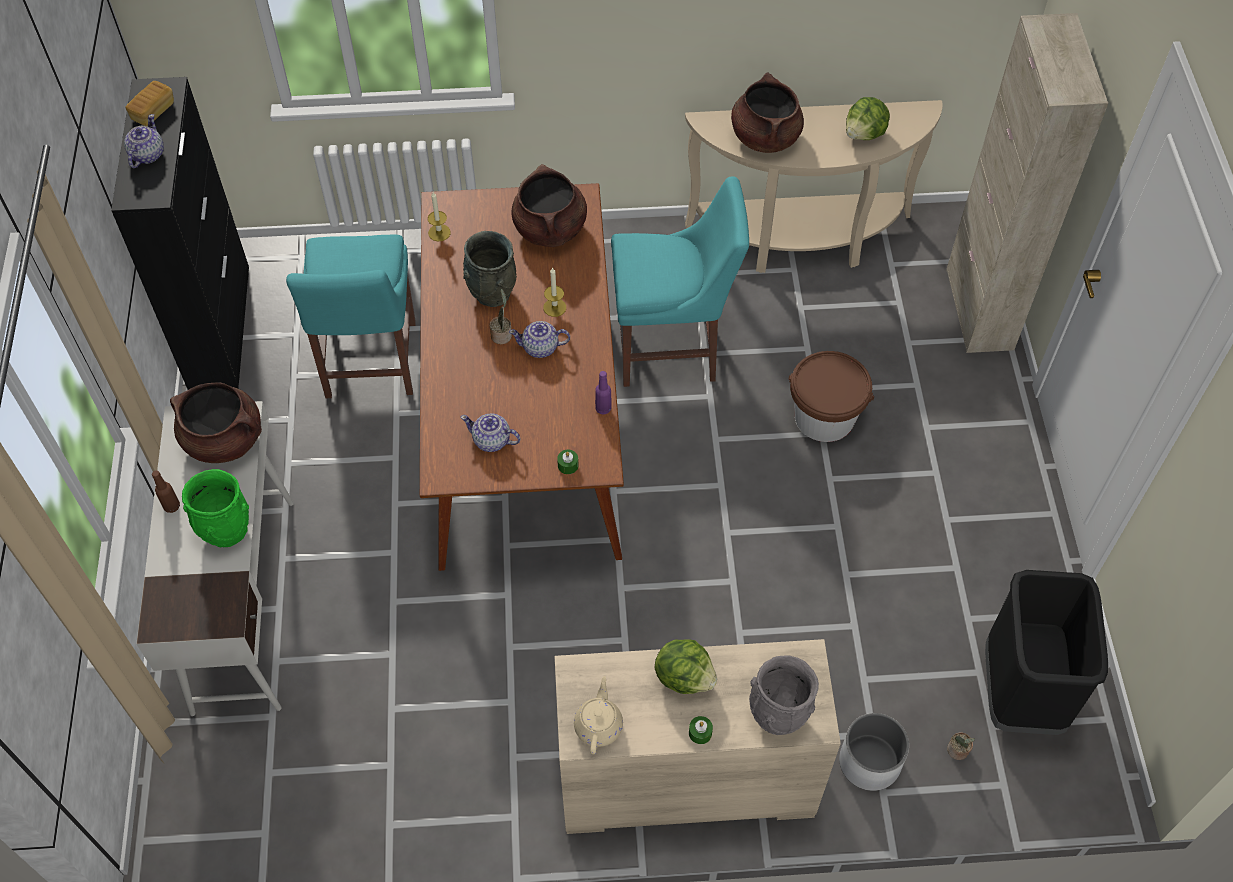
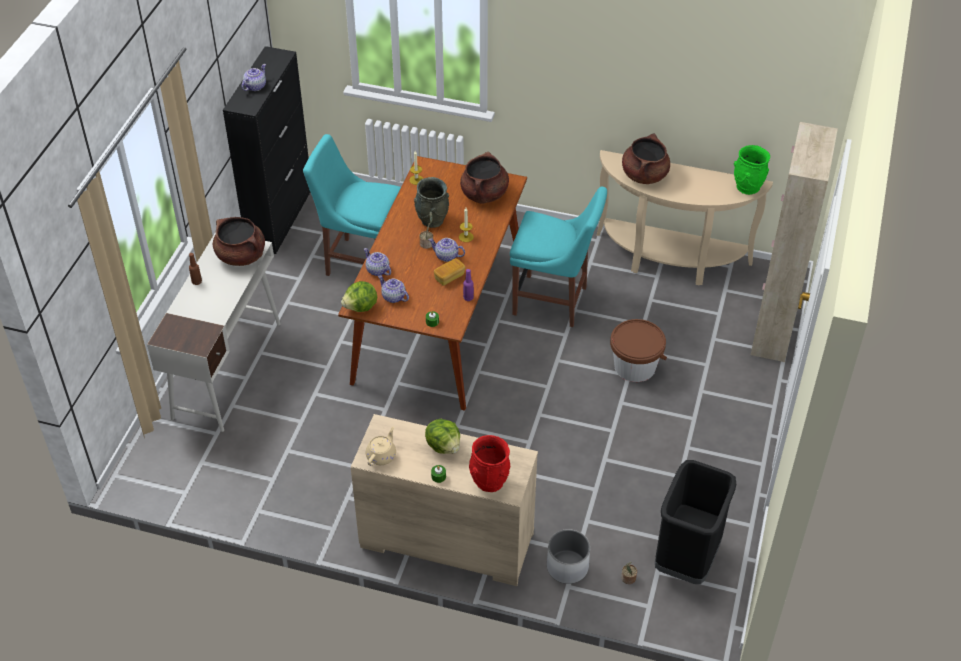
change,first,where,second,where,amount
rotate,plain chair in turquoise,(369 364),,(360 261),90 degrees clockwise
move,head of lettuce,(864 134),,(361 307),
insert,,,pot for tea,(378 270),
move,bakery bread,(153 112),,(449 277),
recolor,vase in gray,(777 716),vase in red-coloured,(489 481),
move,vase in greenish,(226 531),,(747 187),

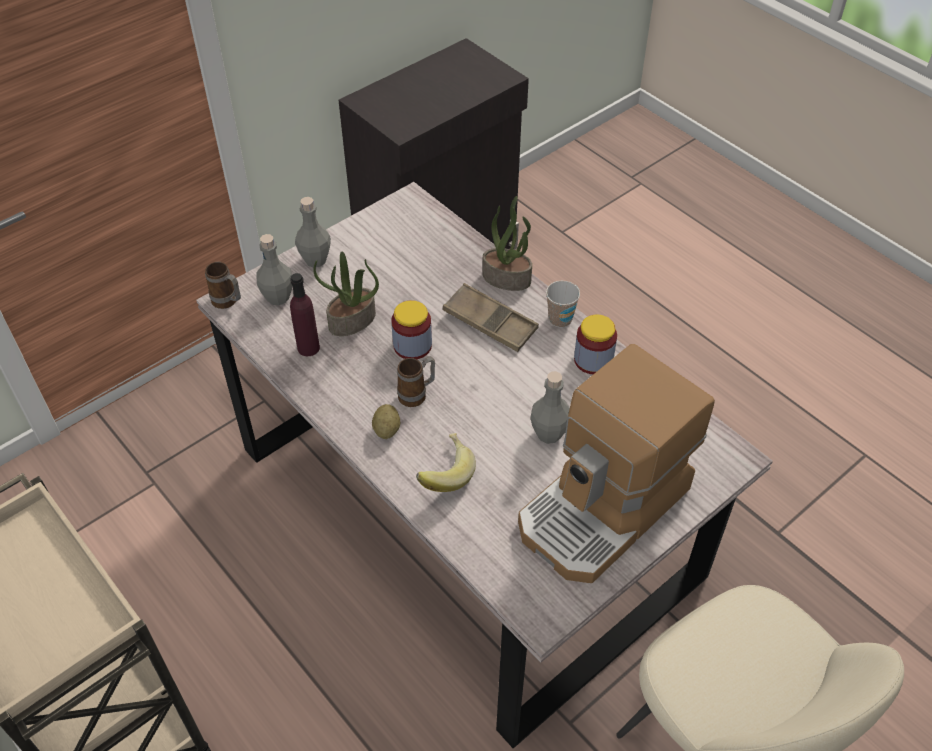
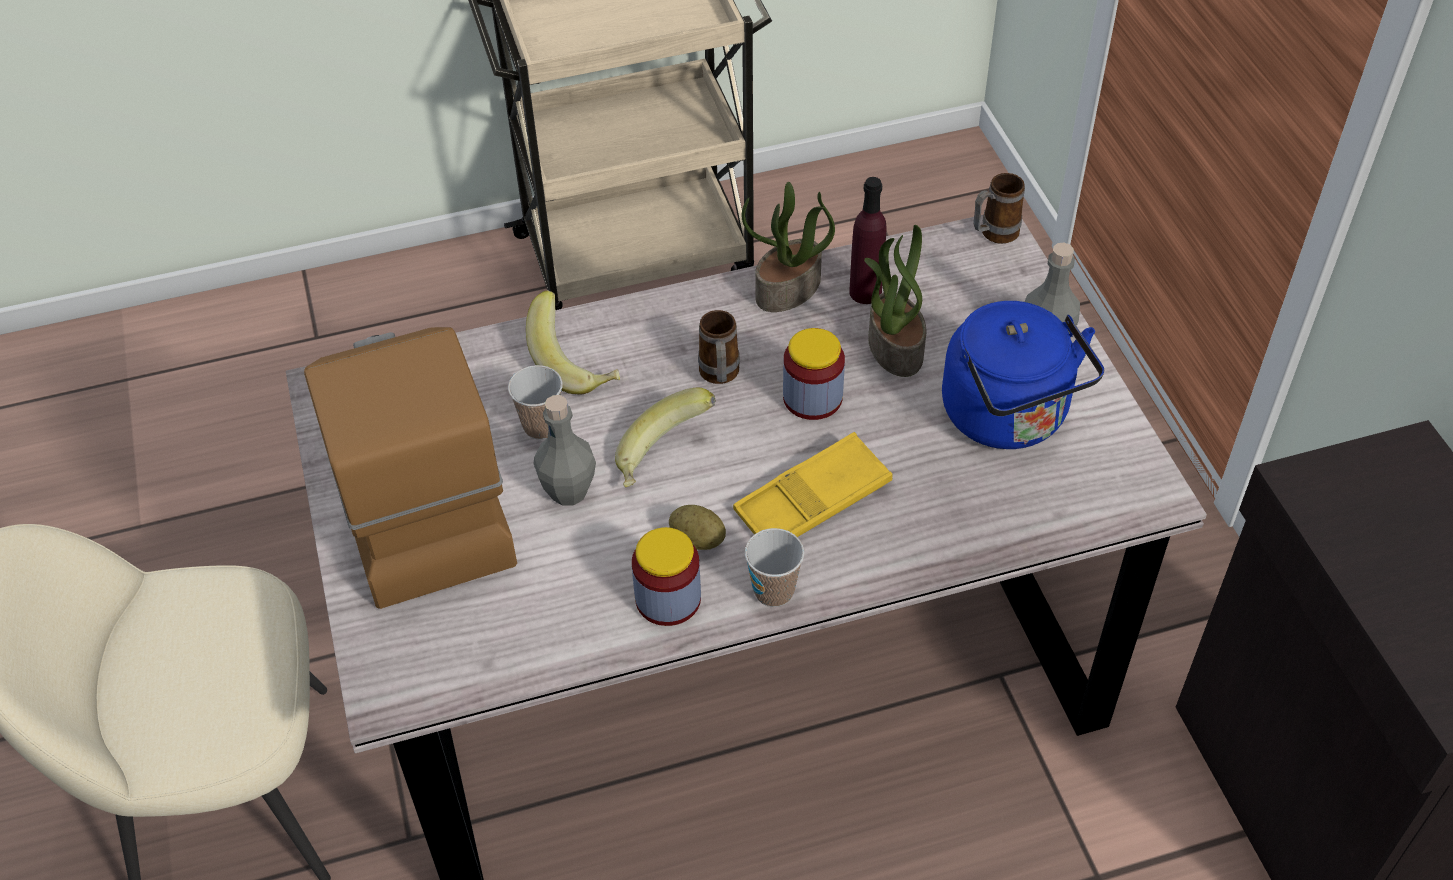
change,first,where,second,where,amount
insert,,,drinking cup,(541 426),
insert,,,whole banana,(665 459),
move,whole potato,(387 429),,(697 540),
recolor,serving tray in brownish,(490 322),serving tray in yellow-coloured,(812 500),
move,potted plant,(507 278),,(788 290),
insert,,,kettle in bluish,(1009 418),
delete,beverage bottle in gray,(278 297),,,

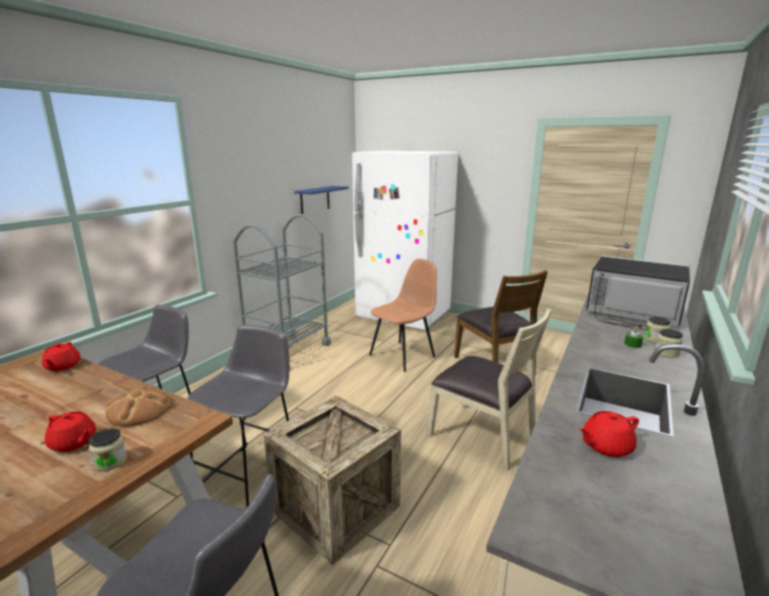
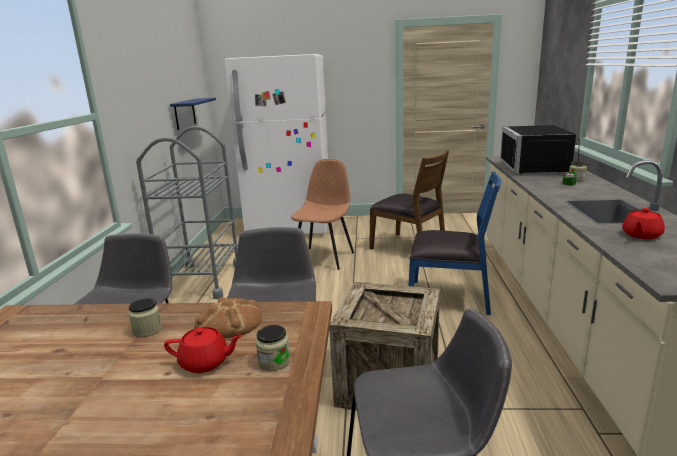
change,first,where,second,where,amount
move,jar,(666 353),,(147 330),
recolor,plain chair in beige,(483 435),plain chair in bluish,(450 297),
rotate,kitchen microwave in blackish,(631 313),,(539 168),90 degrees counterclockwise
delete,pot for tea in red-coloured,(62 366),,,

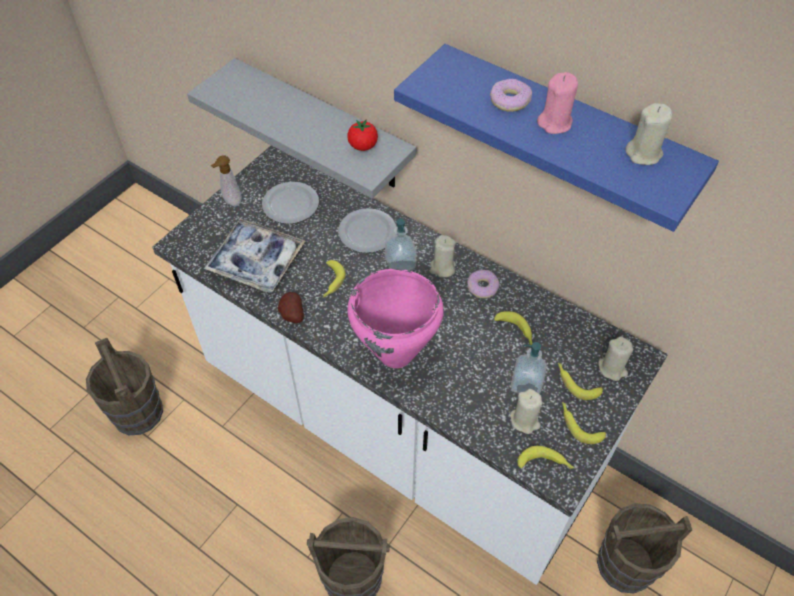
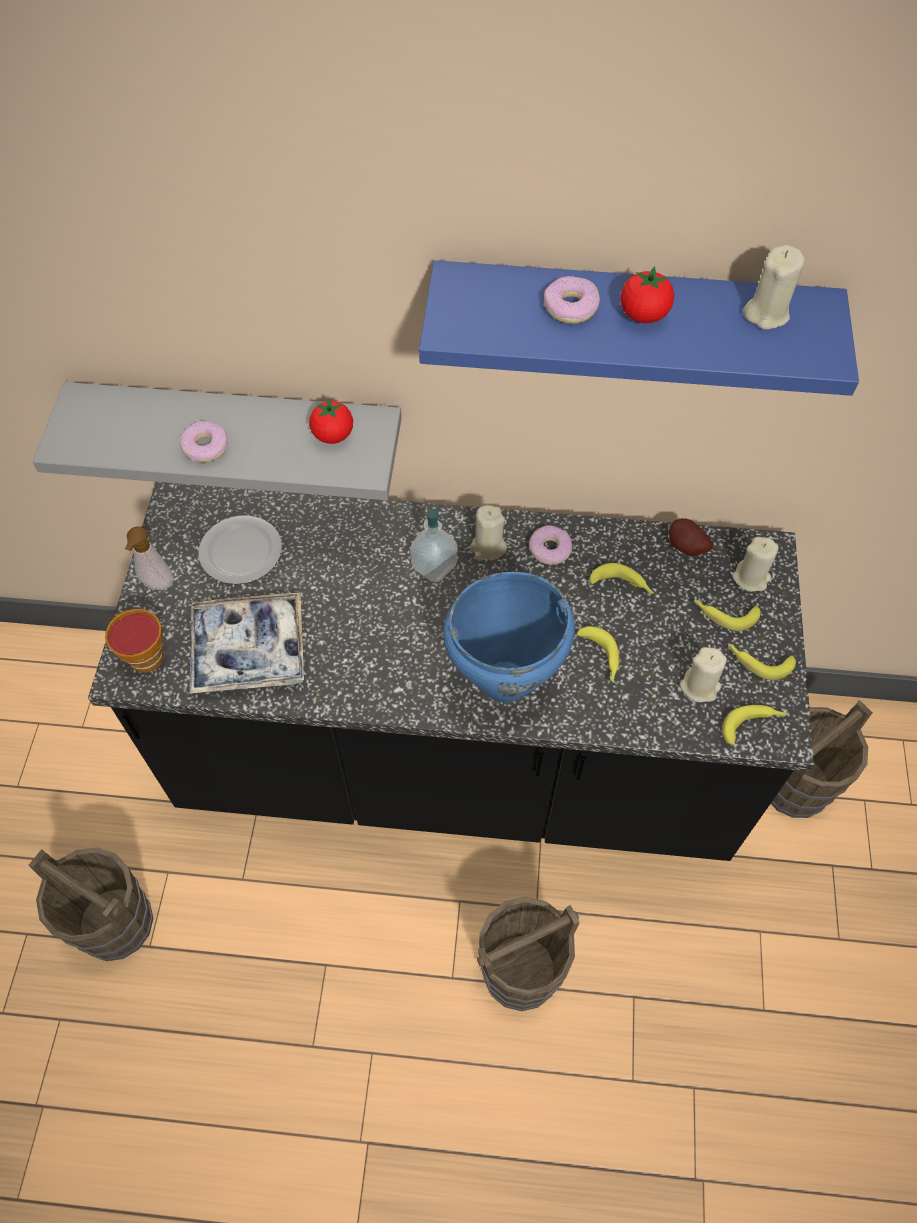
change,first,where,second,where,amount
recolor,counter in white,(397 424),counter in blackish,(458 761),
insert,,,drinking cup,(143 654),
insert,,,donut,(205 447),
recolor,cooking pot in pink,(396 354),cooking pot in bluish,(506 683),
move,whole banana,(331 282),,(600 658),
replace,wax light in pink,(555 123),tomato,(643 315),
move,whole potato,(291 315),,(685 548),
delete,plate,(368 231),,,
delete,liquid soap bottle,(526 384),,,

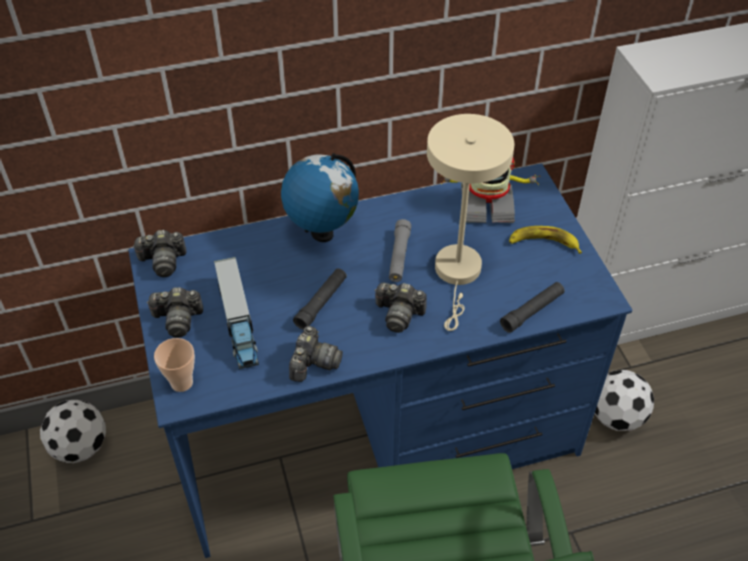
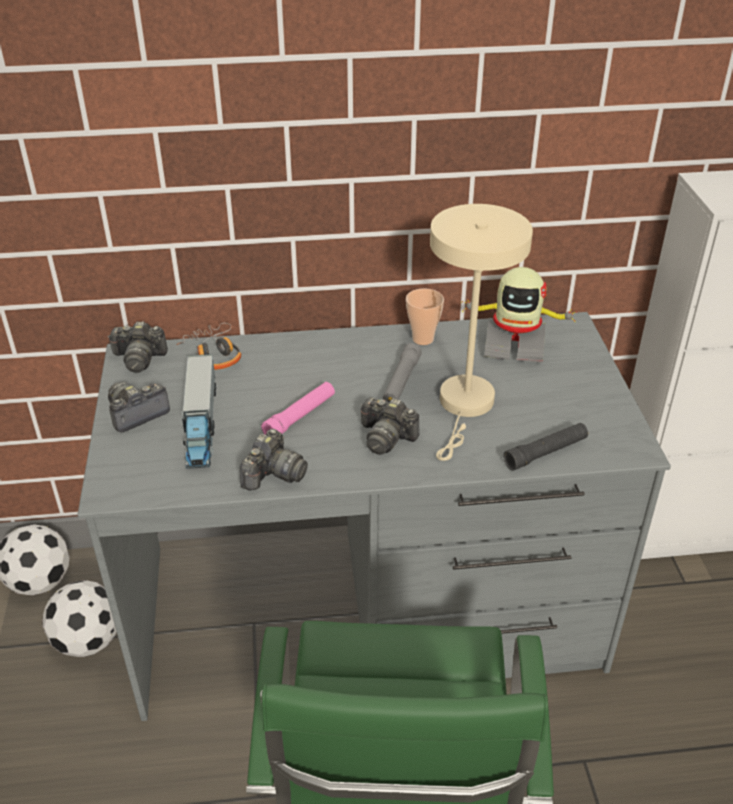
change,first,where,second,where,amount
move,football ball,(617 416),,(89 640),
recolor,desk table in bluish,(375 429),desk table in gray,(368 609),
rotate,photo camera,(178 319),,(136 414),135 degrees clockwise
insert,,,headphones,(214 354),
recolor,flashlight in blackish,(321 303),flashlight in pink,(300 416),
move,drinking cup,(181 383),,(423 339),
delete,desk globe,(322 233),,,
delete,whole banana,(543 243),,,

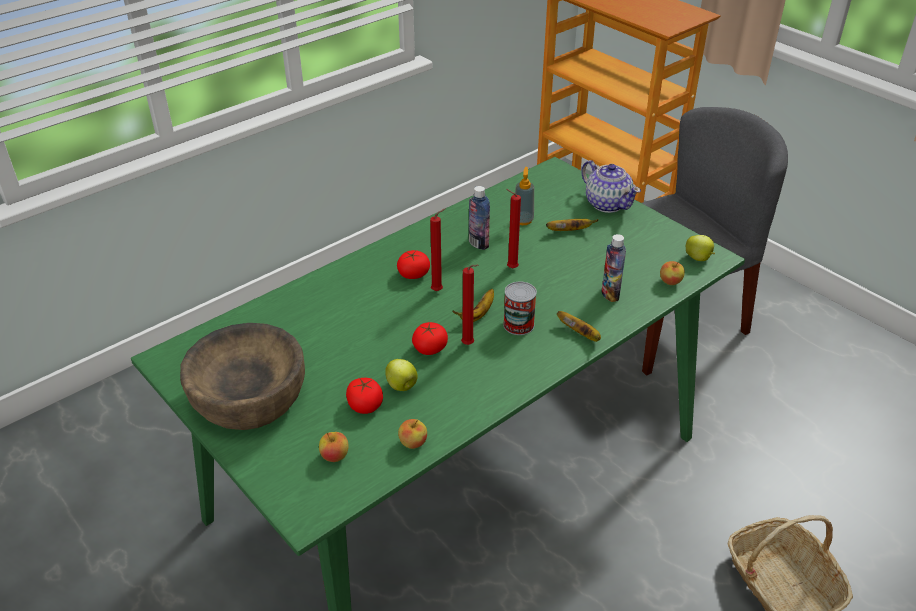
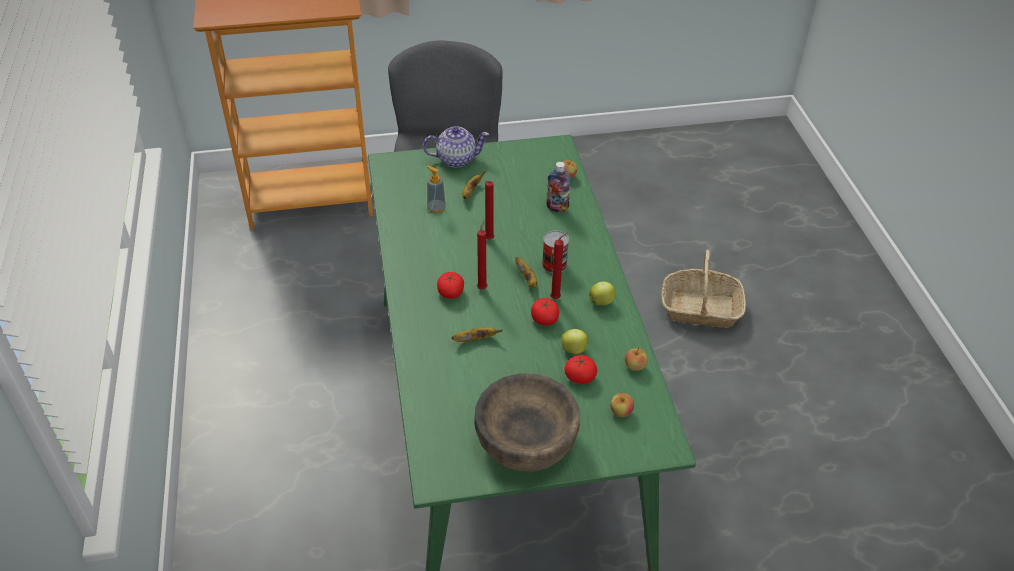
change,first,where,second,where,amount
move,whole banana,(580 334),,(476 339),
move,apple fruit,(698 258),,(602 302),
delete,beverage bottle,(478 243),,,

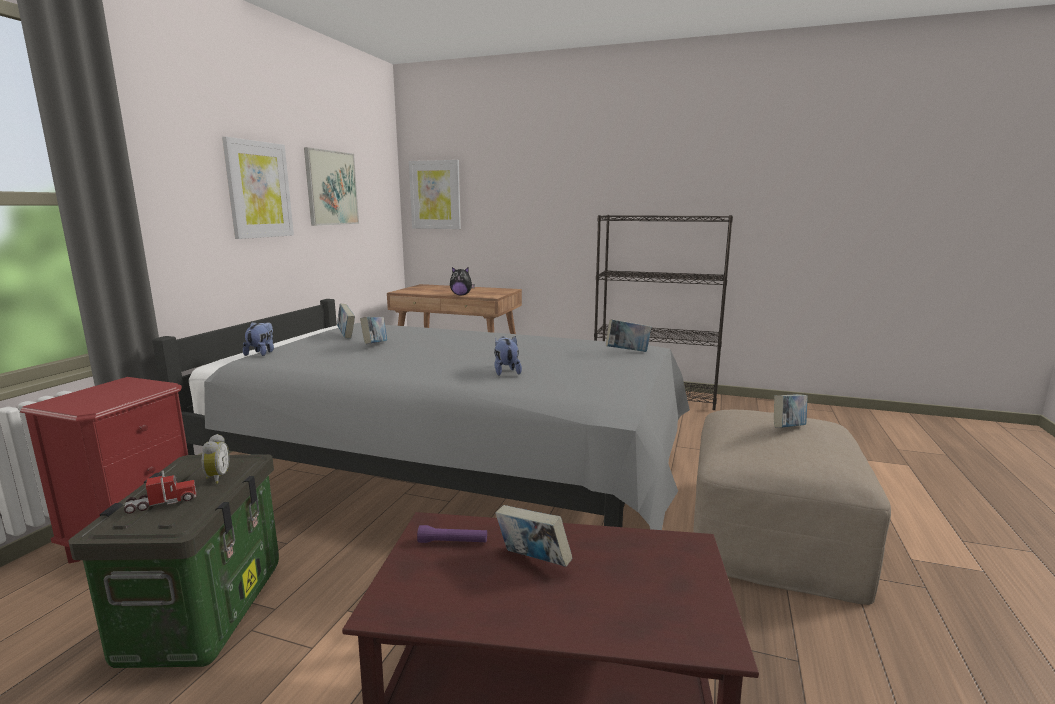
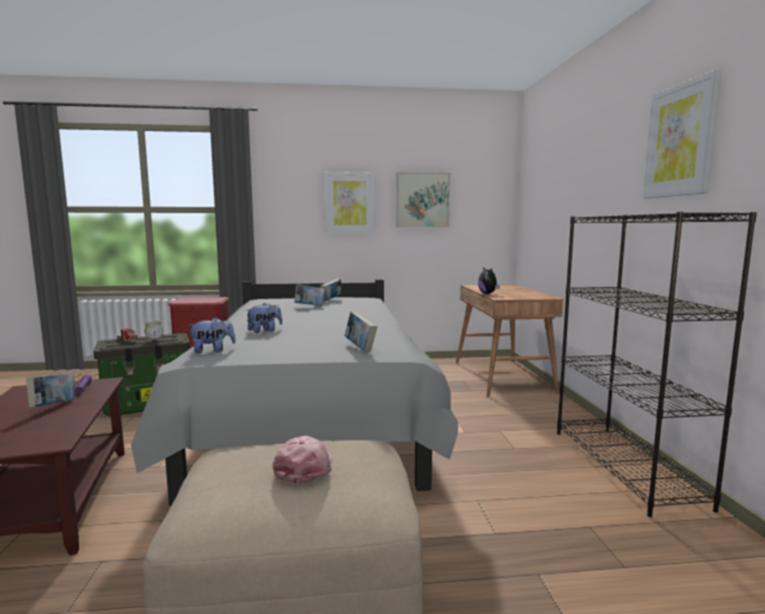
change,first,where,second,where,amount
move,plush toy,(262 353),,(212 350),
replace,bound book,(788 429),peaked cap in pink,(305 467),
move,wall art,(435 195),,(680 140),

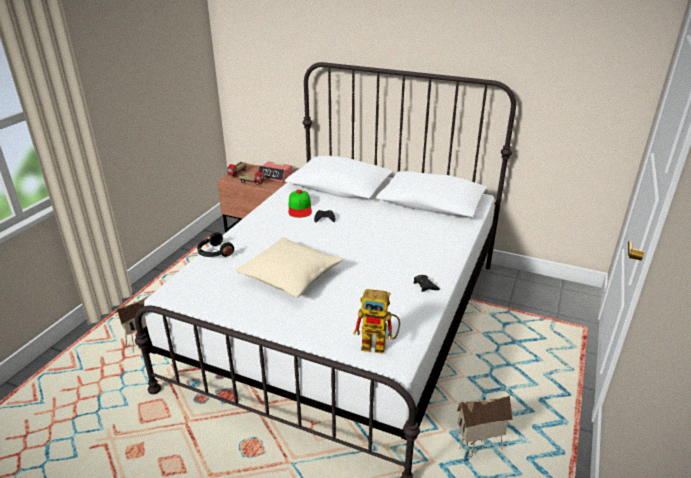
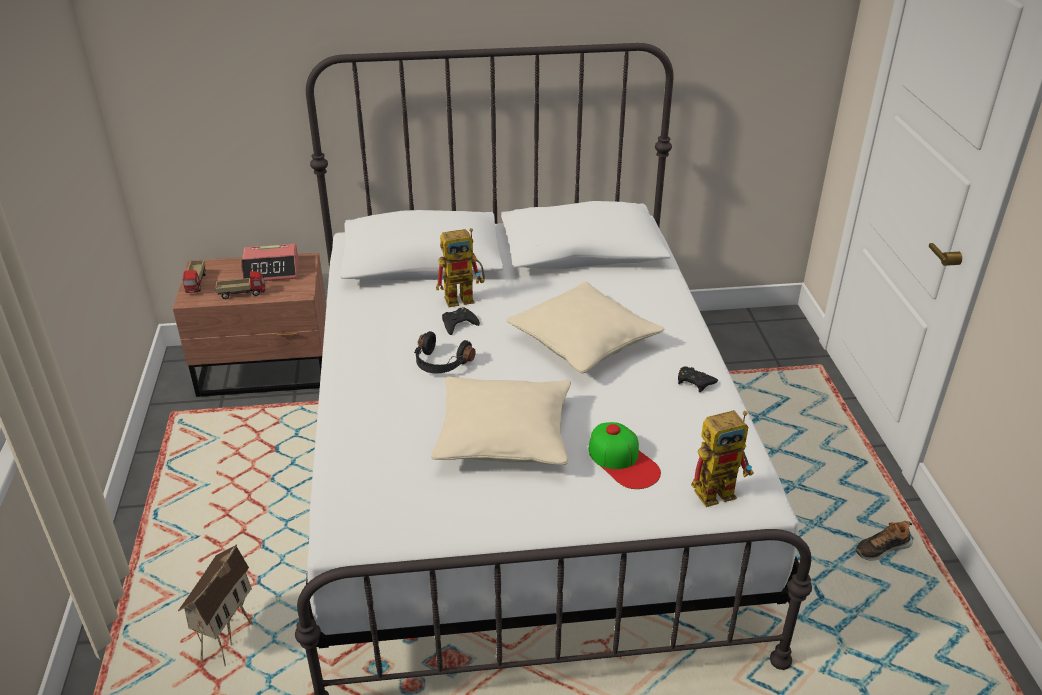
change,first,where,second,where,amount
move,headphones in blackish,(214 252),,(440 364),
insert,,,robot figure,(465 297),
insert,,,cushion in beige,(583 342),
move,peaked cap,(300 207),,(623 461),
insert,,,low shoe,(881 548),
delete,toy house,(479 449),,,

